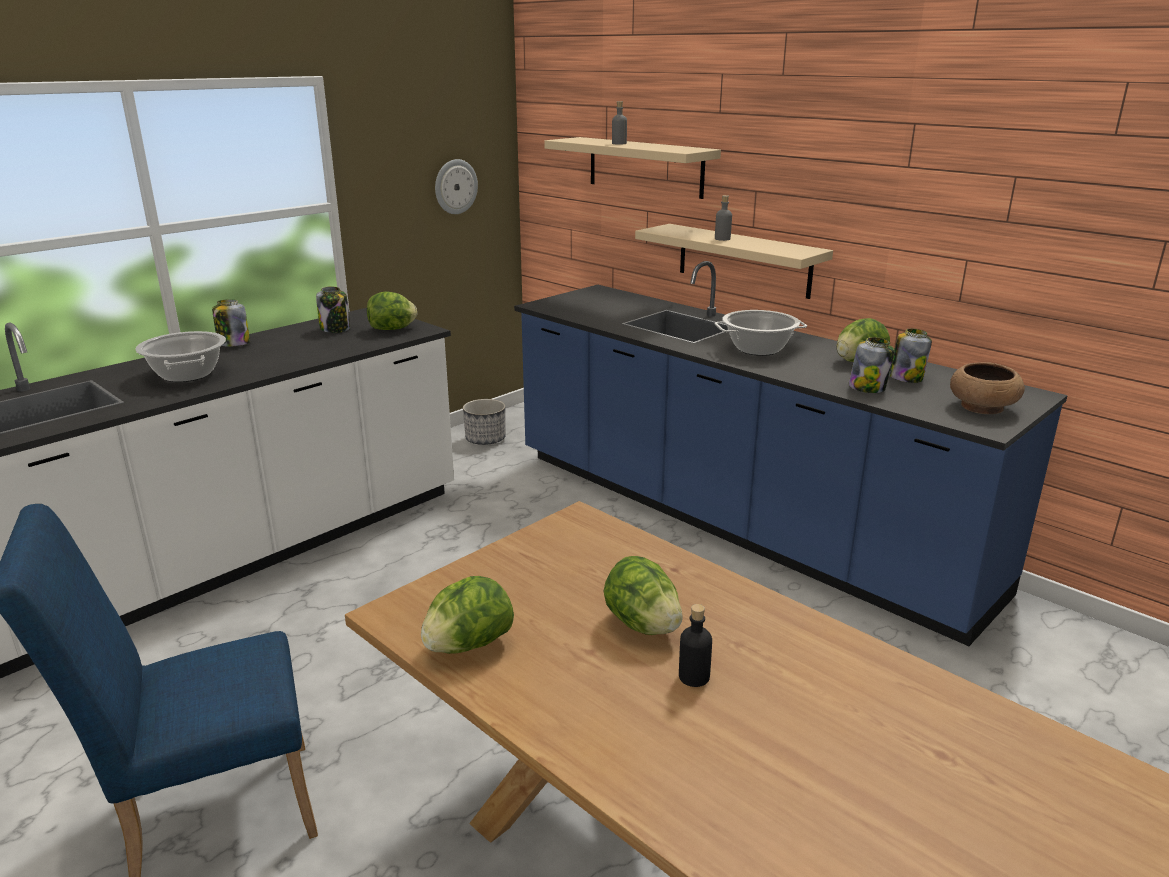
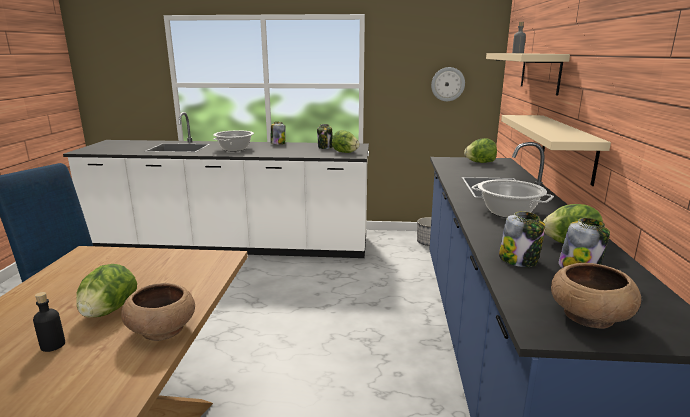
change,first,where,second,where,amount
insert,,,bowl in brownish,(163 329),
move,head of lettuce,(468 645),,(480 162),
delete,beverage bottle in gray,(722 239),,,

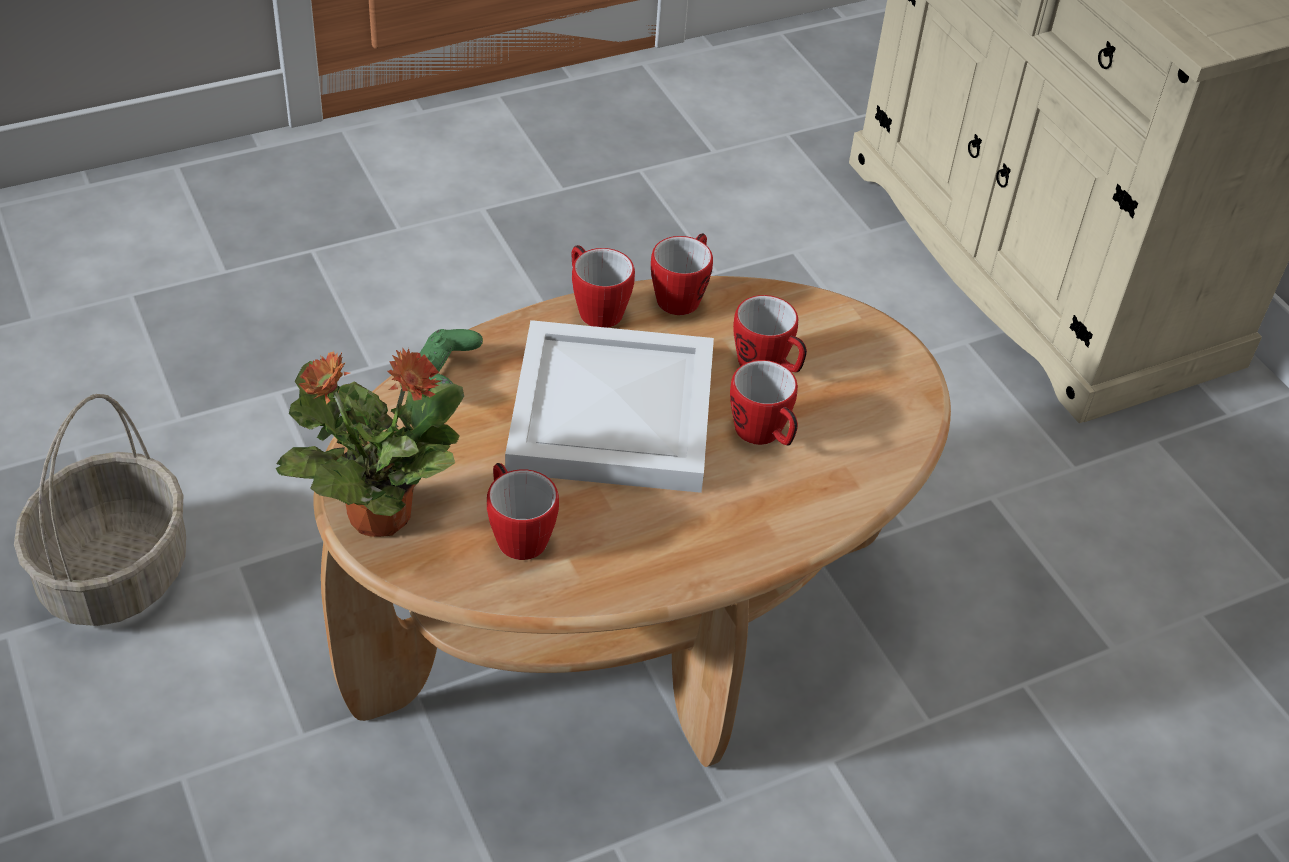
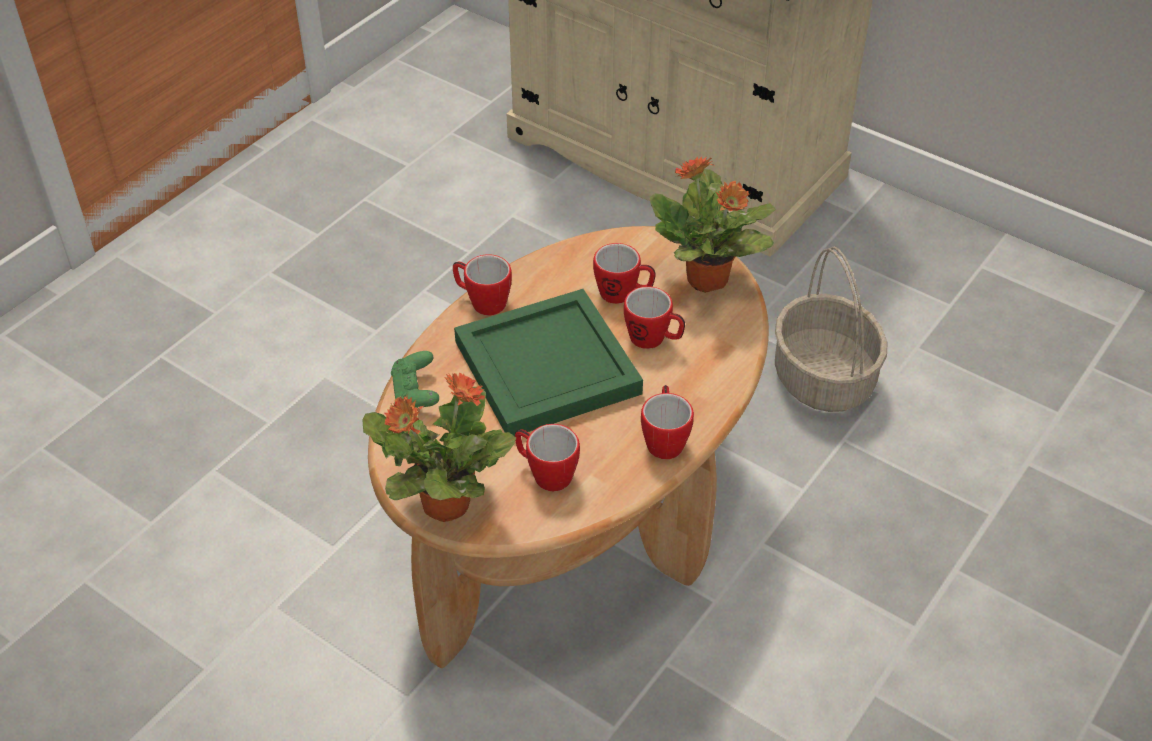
change,first,where,second,where,amount
recolor,serving tray in white,(615 415),serving tray in greenish,(550 368),
move,mug,(682 295),,(664 439),
insert,,,potted plant,(708 280),
move,storage basket,(115 575),,(824 379),

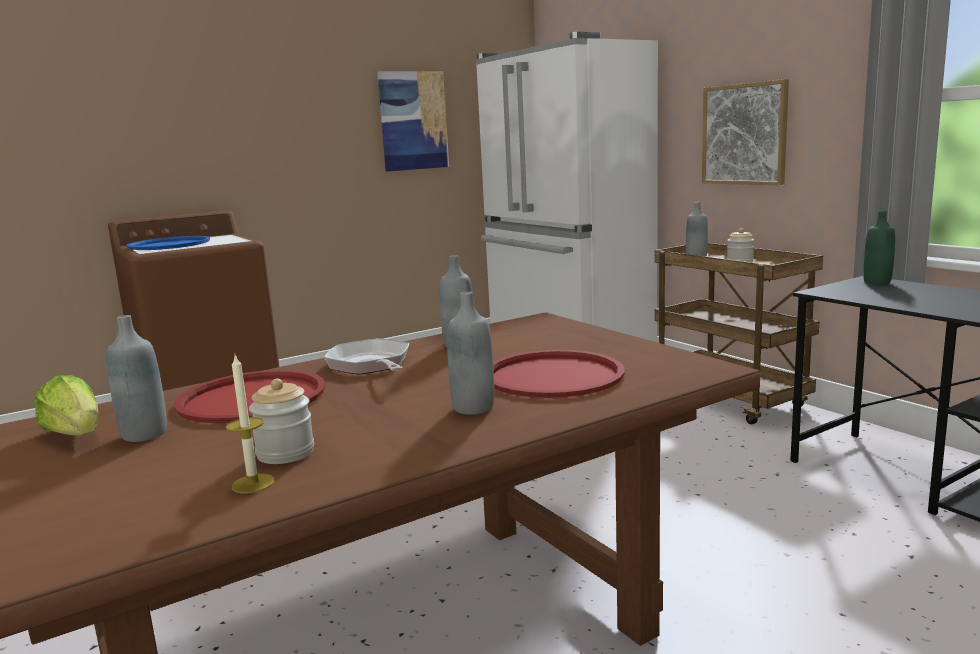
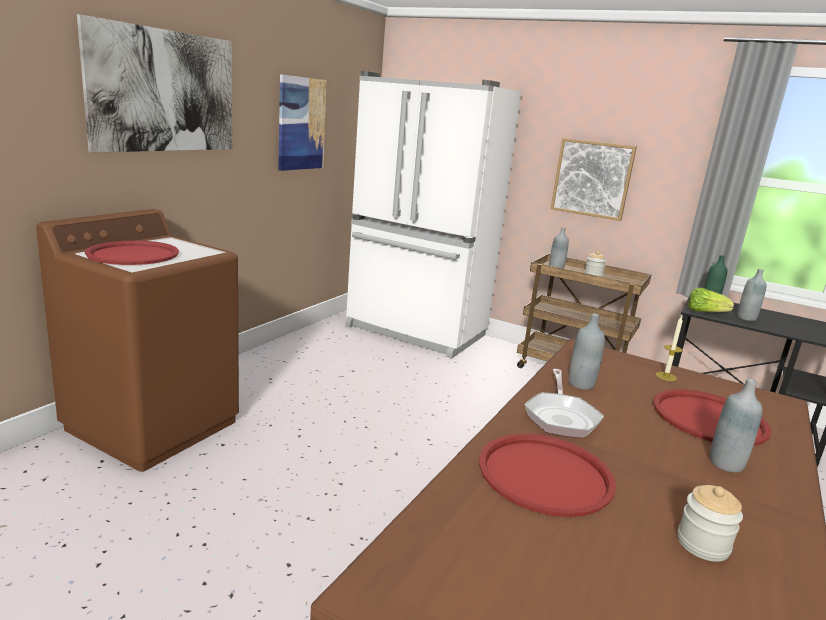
change,first,where,second,where,amount
insert,,,wall art,(164 91),
recolor,serving tray in bluish,(169 244),serving tray in red-coloured,(133 254),
rotate,pan,(371 365),,(561 417),120 degrees counterclockwise
move,wax light,(253 483),,(666 376),
move,head of lettuce,(76 435),,(705 312),
move,beverage bottle in gray,(144 434),,(746 318),

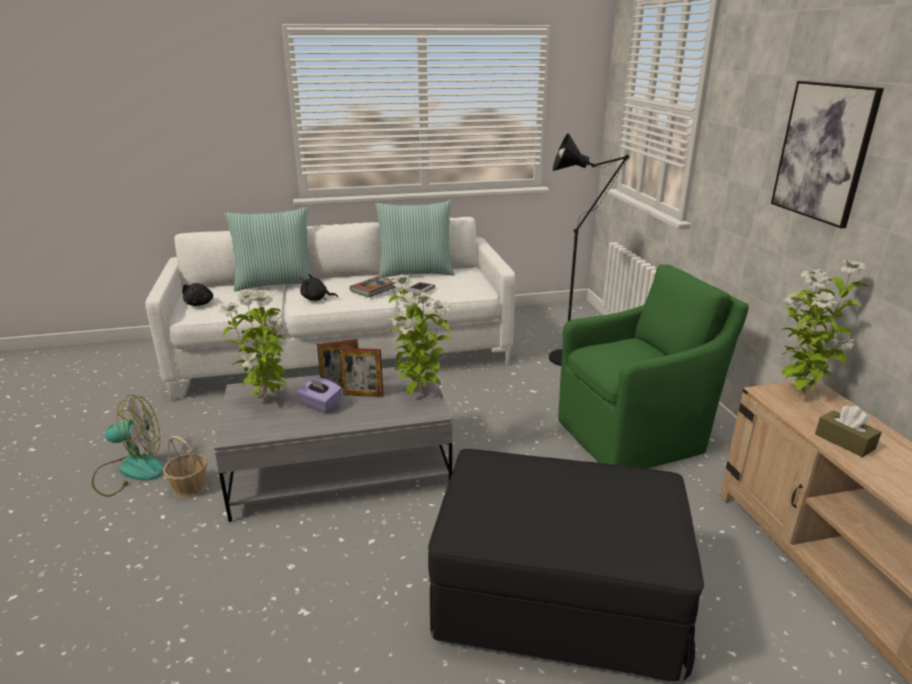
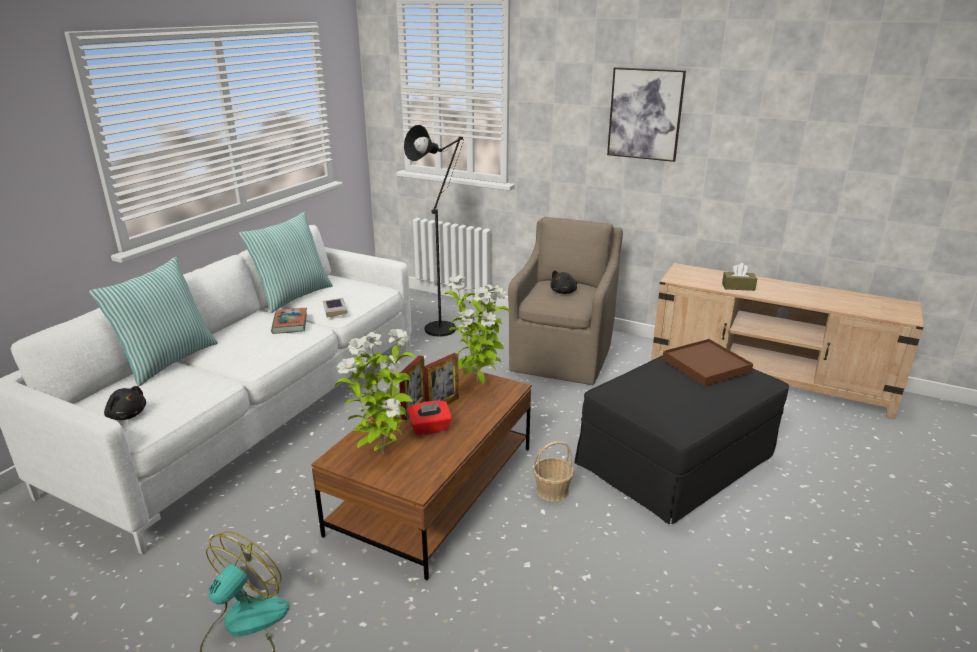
change,first,where,second,where,amount
recolor,lounge table in gray,(341 469),lounge table in brownish,(434 489),
recolor,tissue box in purple-coloured,(320 405),tissue box in red-coloured,(430 428),
recolor,armchair in greenish,(634 436),armchair in brownish,(563 356),
move,storage basket,(190 487),,(552 490),
move,plush toy in blackish,(316 299),,(564 292),
insert,,,serving tray in brownish,(706 365),
delete,potted plant,(800 394),,,

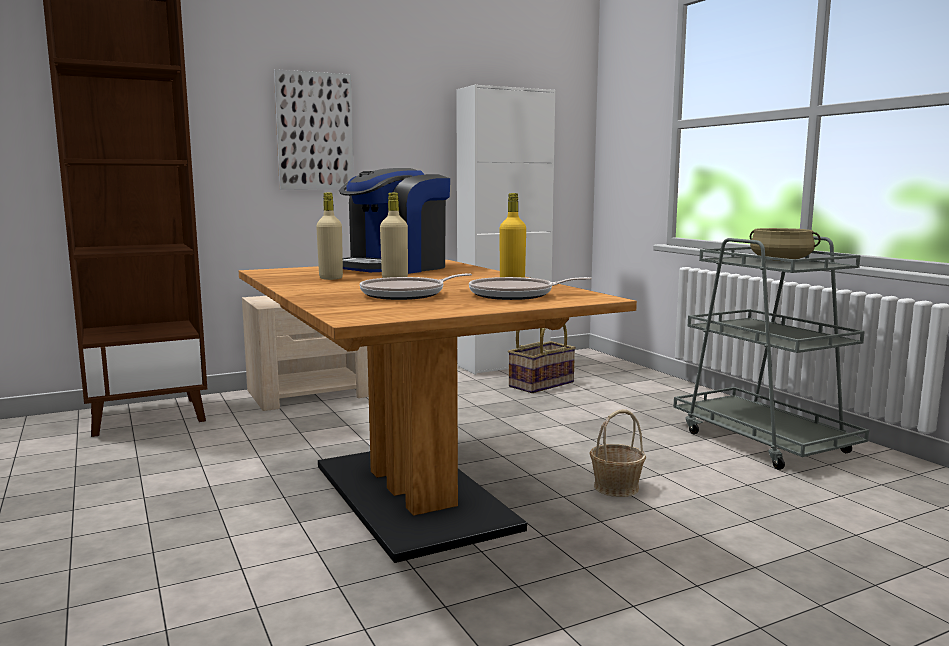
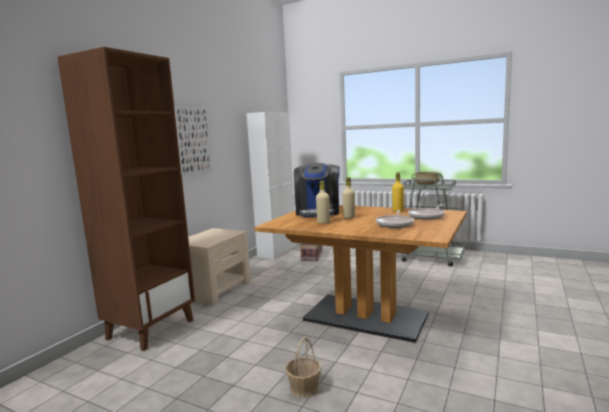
change,first,where,second,where,amount
move,storage basket,(615 487),,(304 388),

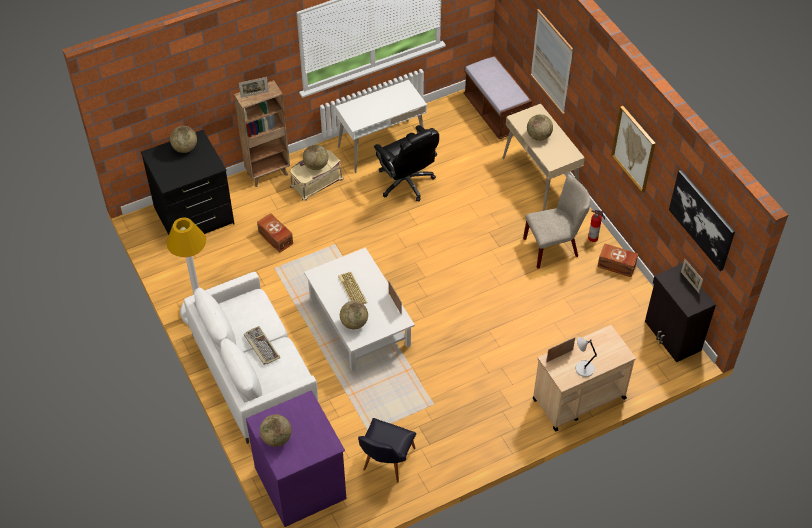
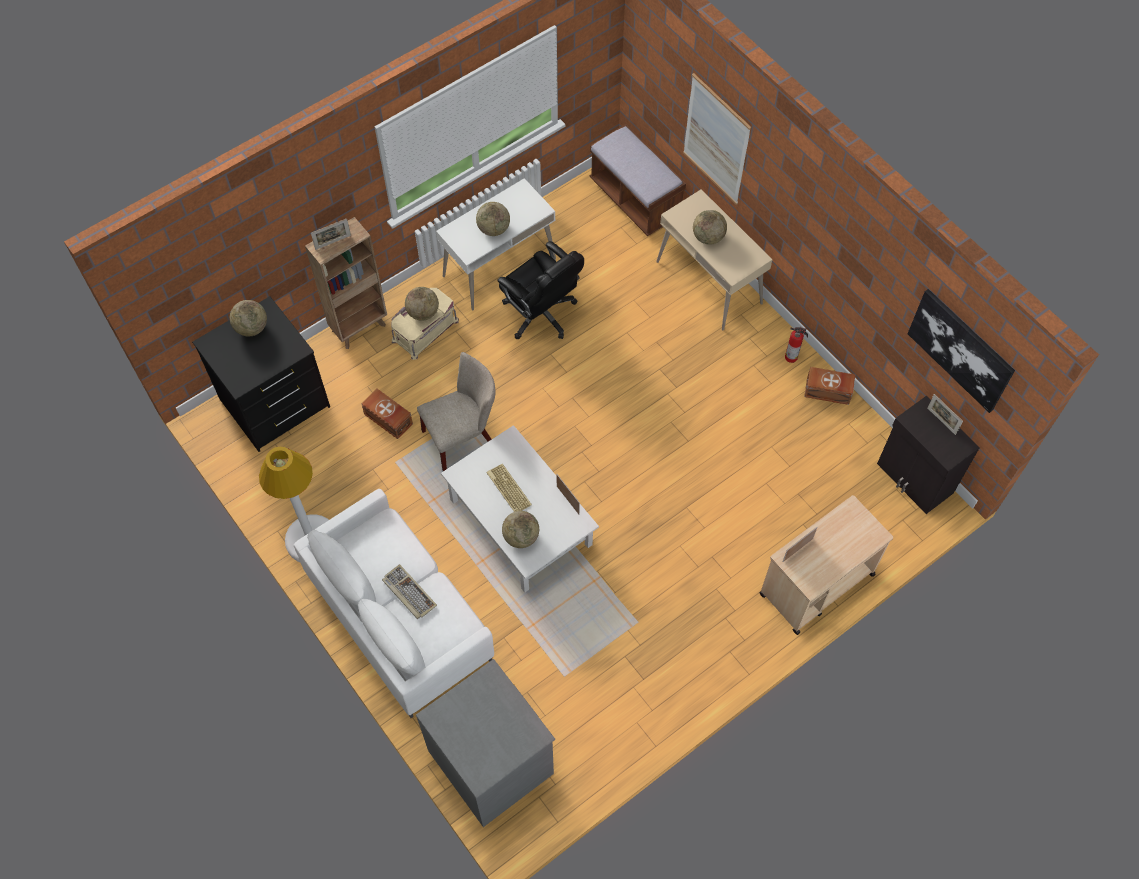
change,first,where,second,where,amount
recolor,drawer chest in purple-coloured,(301 482),drawer chest in gray,(492 761),
move,plain chair in beige,(554 247),,(463 437),
move,desk globe,(276 438),,(493 229),
delete,plain chair in blackish,(385 463),,,
delete,lamp for a table in gray,(583 369),,,
delete,wall art,(634 149),,,

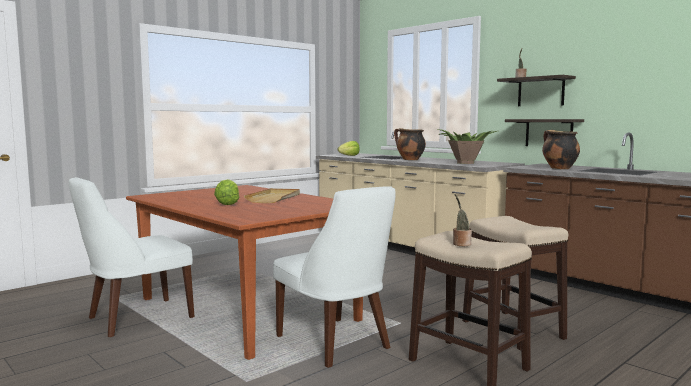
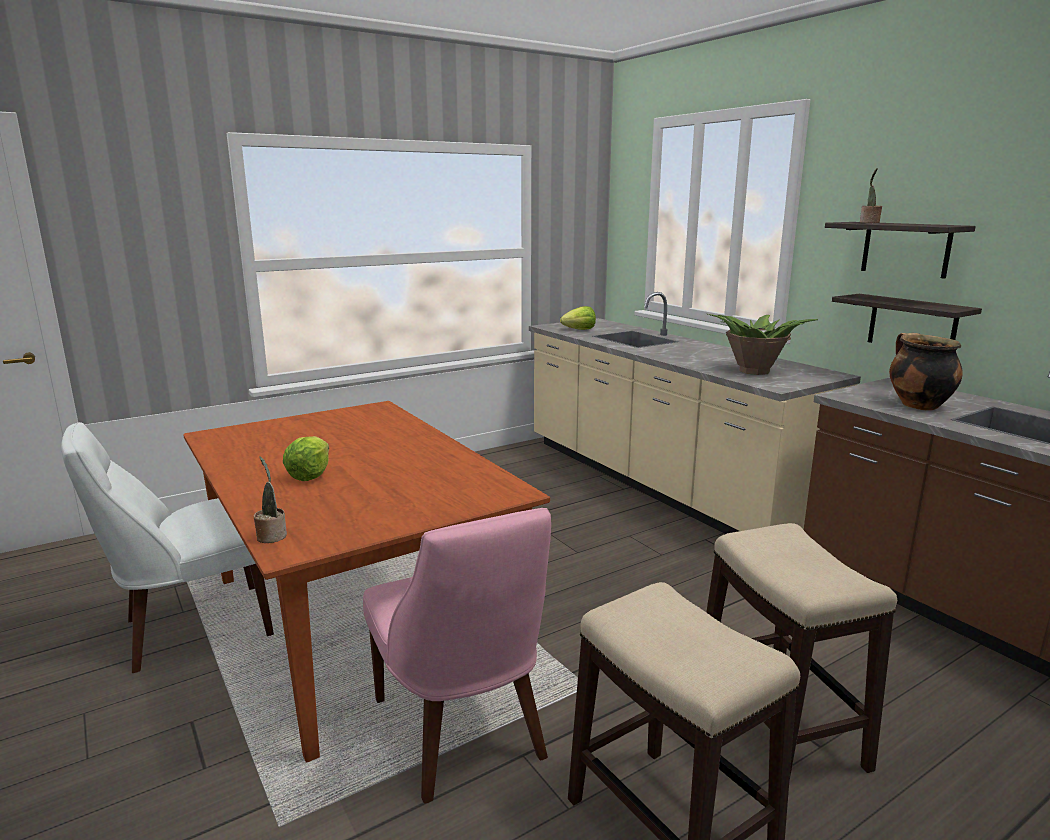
change,first,where,second,where,amount
move,potted plant,(461 244),,(271 535),
recolor,plain chair in white,(335 343),plain chair in pink,(461 733),
delete,serving tray in beige,(274 198),,,
delete,cooking pot,(409 160),,,

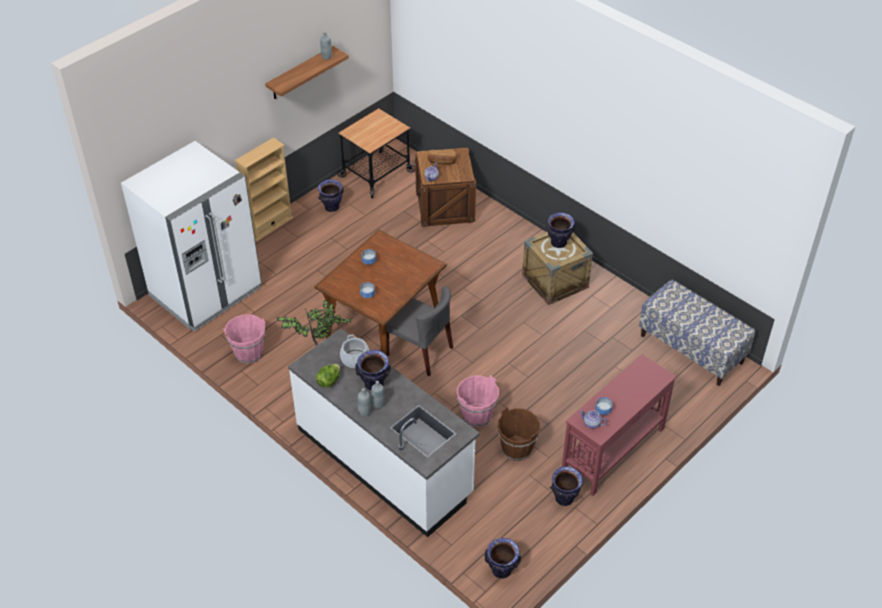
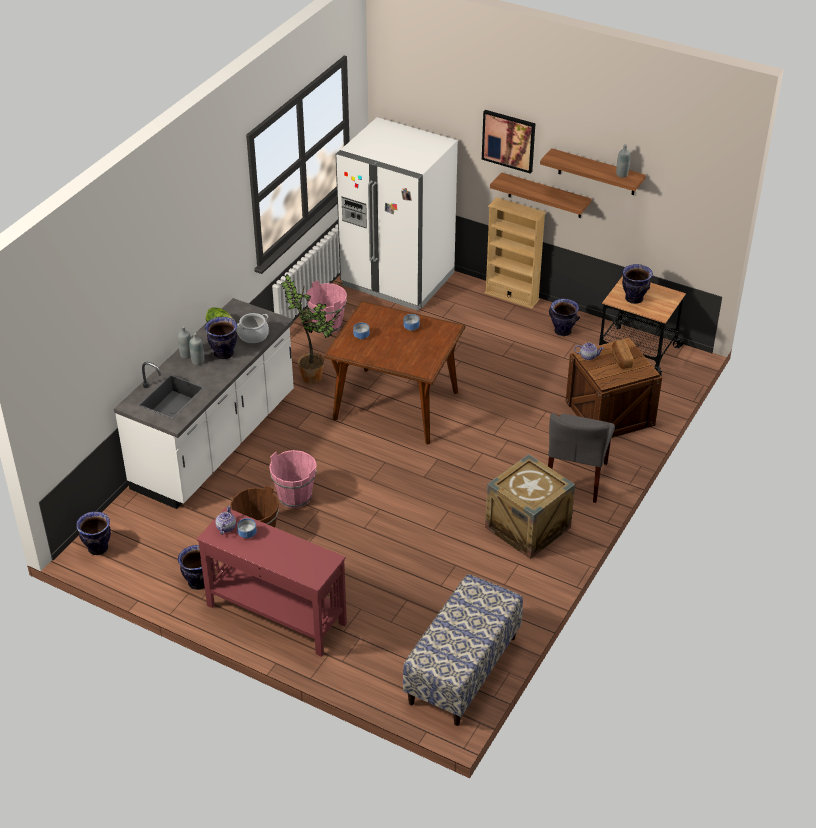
change,first,where,second,where,amount
insert,,,wall art,(508 140),
insert,,,wall shelf,(545 196),
move,plain chair in gray,(420 351),,(576 478),
move,vase,(559 243),,(633 299),

